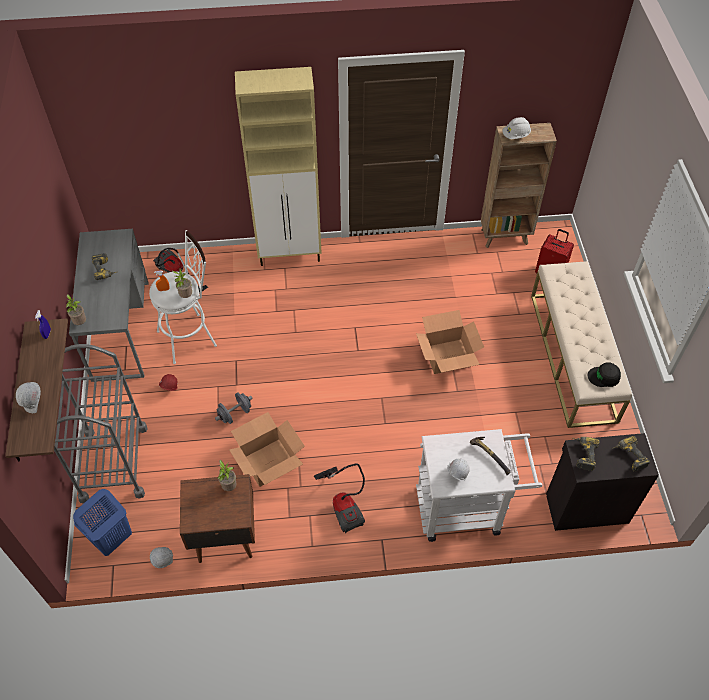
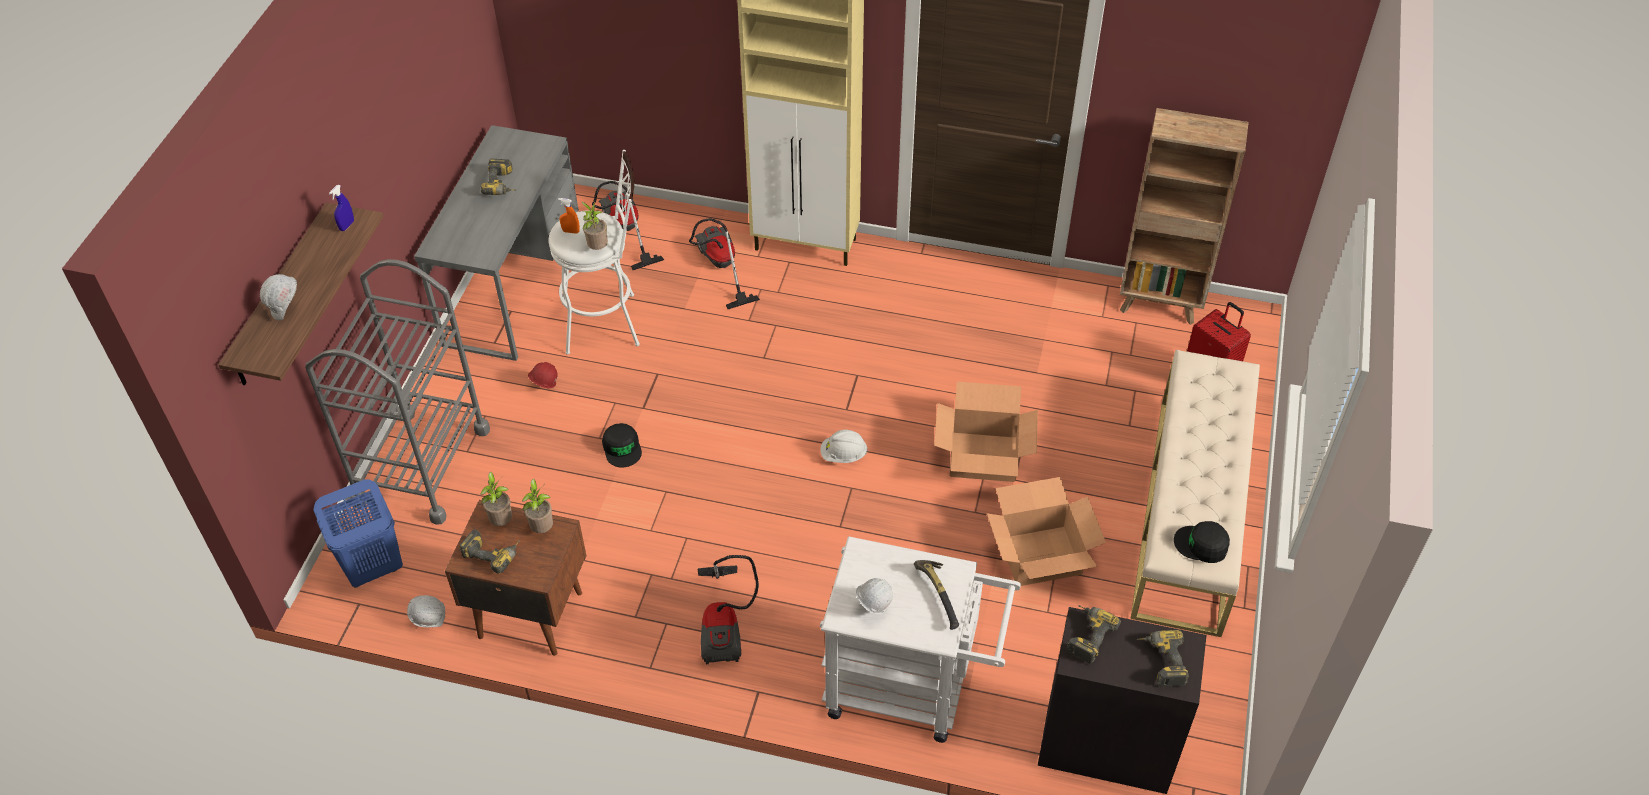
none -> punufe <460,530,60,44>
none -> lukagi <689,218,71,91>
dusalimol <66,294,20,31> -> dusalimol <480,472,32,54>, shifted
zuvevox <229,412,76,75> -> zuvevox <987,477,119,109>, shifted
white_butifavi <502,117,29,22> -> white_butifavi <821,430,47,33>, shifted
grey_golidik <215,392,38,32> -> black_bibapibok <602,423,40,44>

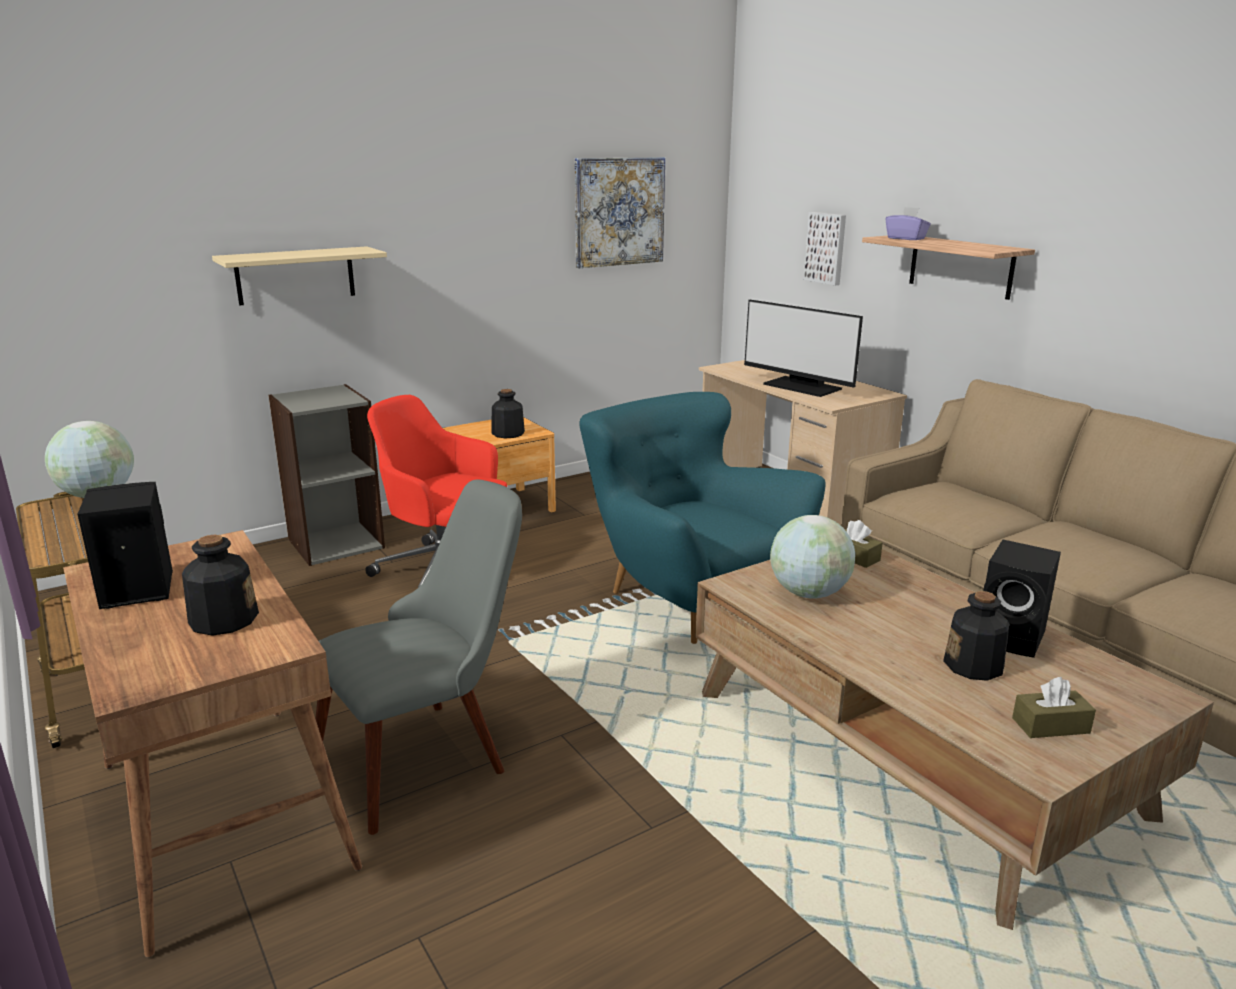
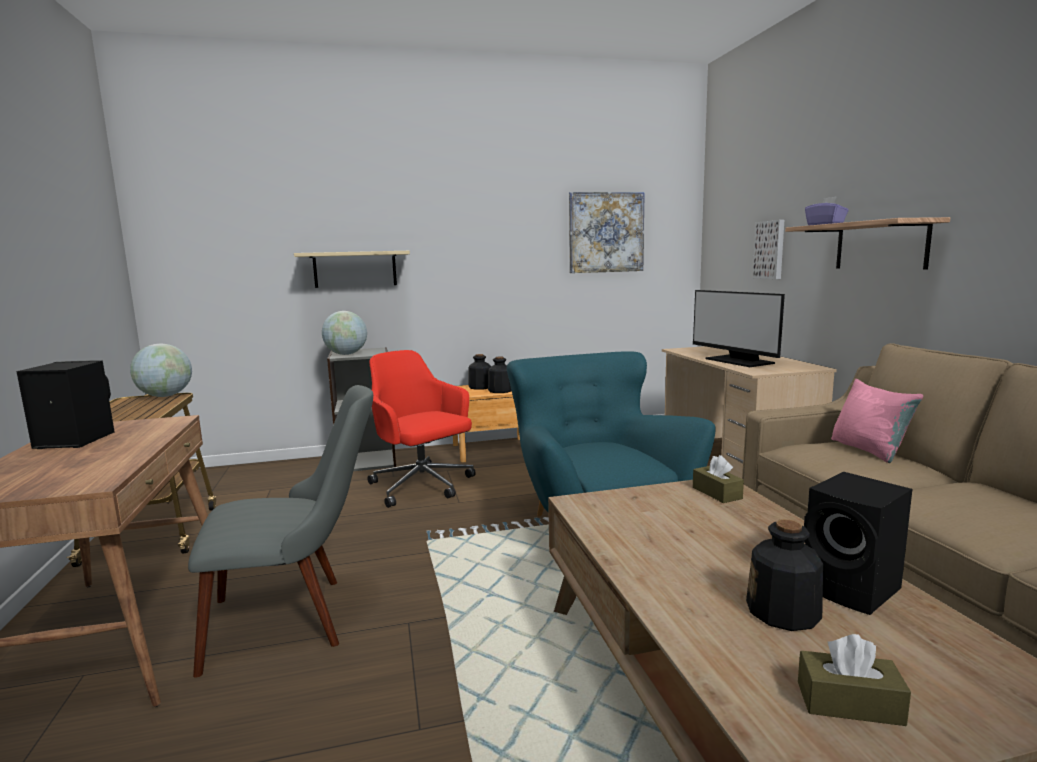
none -> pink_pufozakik <831,379,92,84>
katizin <182,535,77,101> -> katizin <468,354,23,36>, shifted
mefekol <770,515,85,84> -> mefekol <322,311,45,44>, shifted

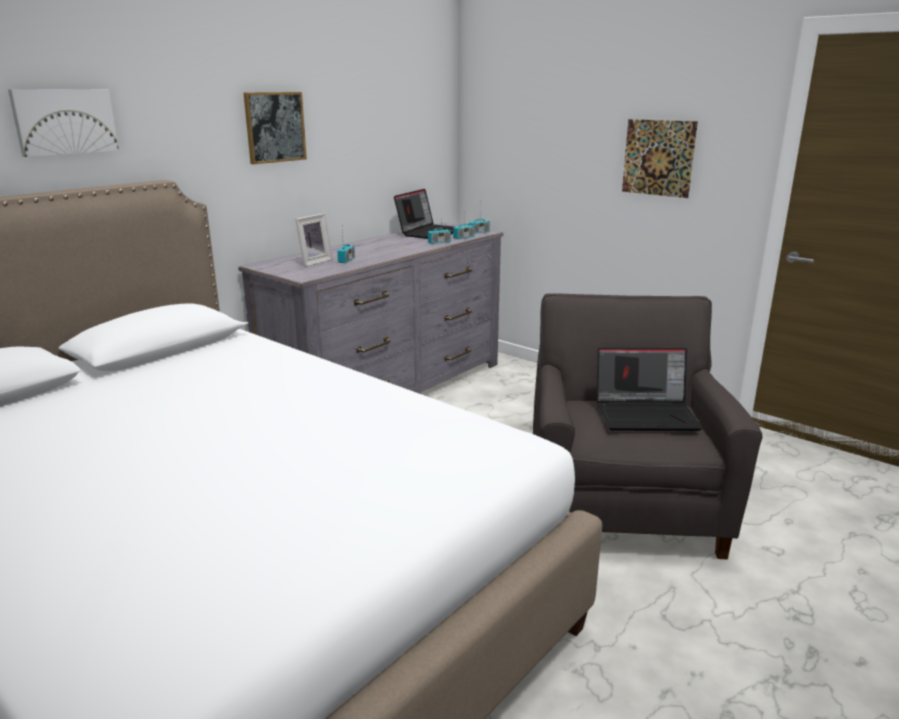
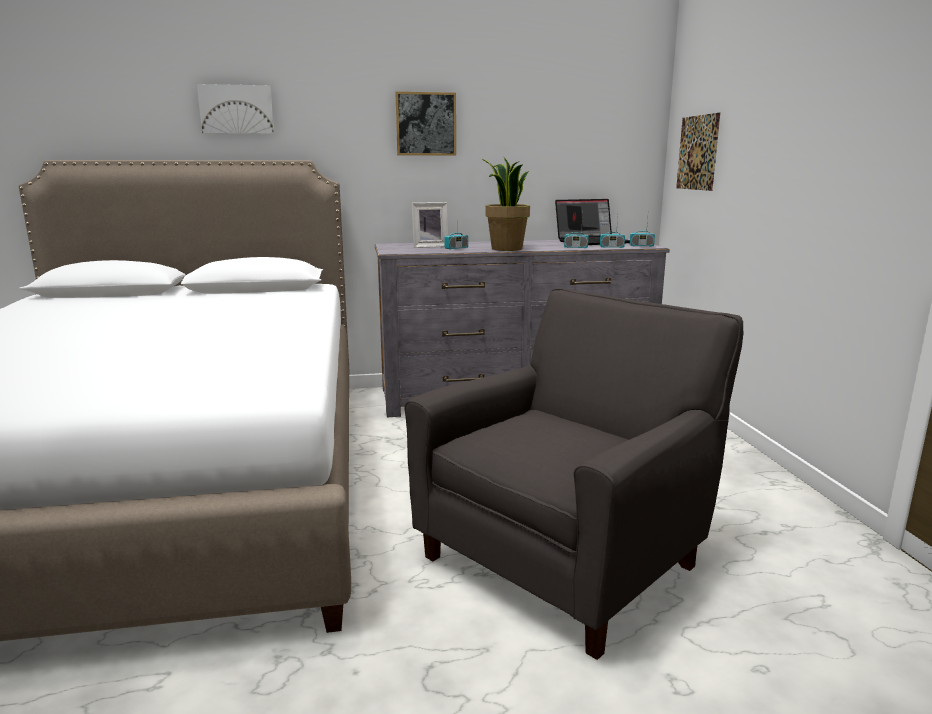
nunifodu <596,348,106,83> -> none
none -> dusalimol <482,157,48,94>
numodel <622,119,76,79> -> numodel <676,113,44,78>, shifted

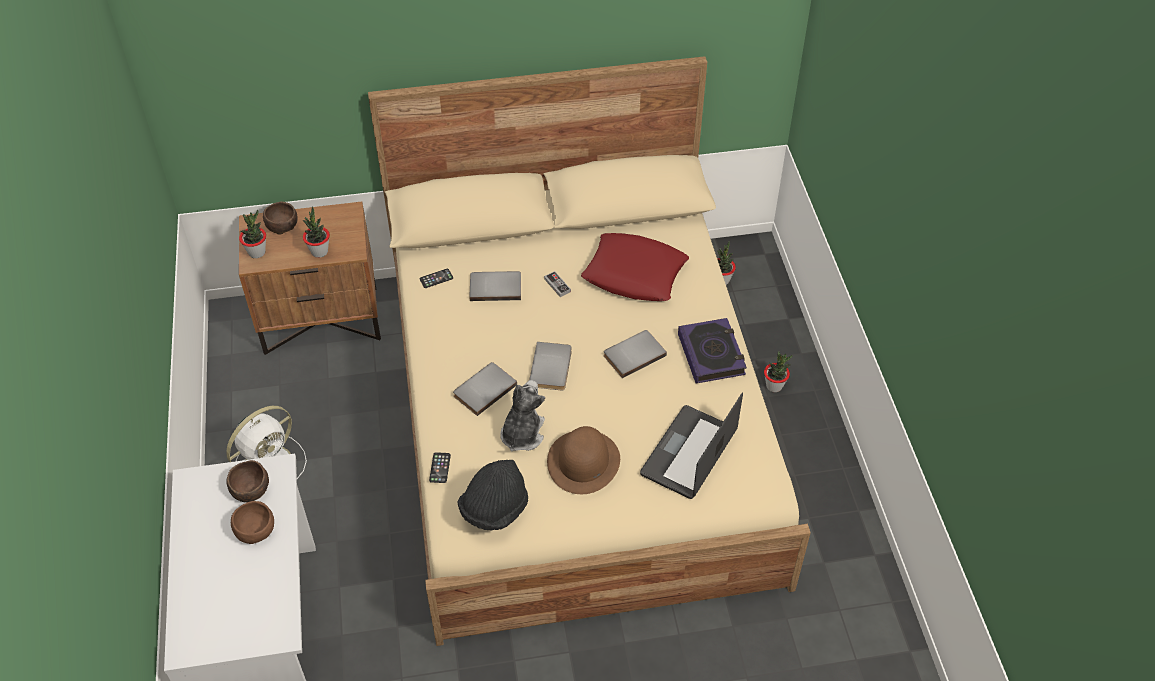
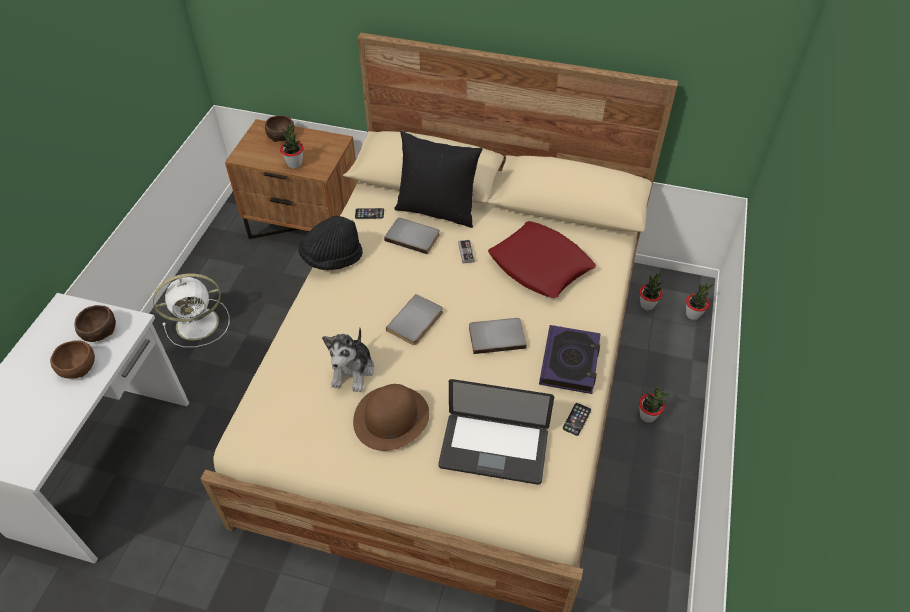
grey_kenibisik <453,362,64,54> -> none
none -> black_pufozakik <394,131,89,97>
dusalimol <239,210,27,48> -> dusalimol <686,283,28,37>, shifted
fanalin <429,452,22,31> -> fanalin <563,403,28,33>, shifted
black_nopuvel <458,460,70,70> -> black_nopuvel <298,216,65,54>, shifted
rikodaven <500,380,45,72> -> rikodaven <322,327,52,66>, 150 degrees clockwise
nunifodu <640,393,103,106> -> nunifodu <438,379,116,106>, 135 degrees counterclockwise

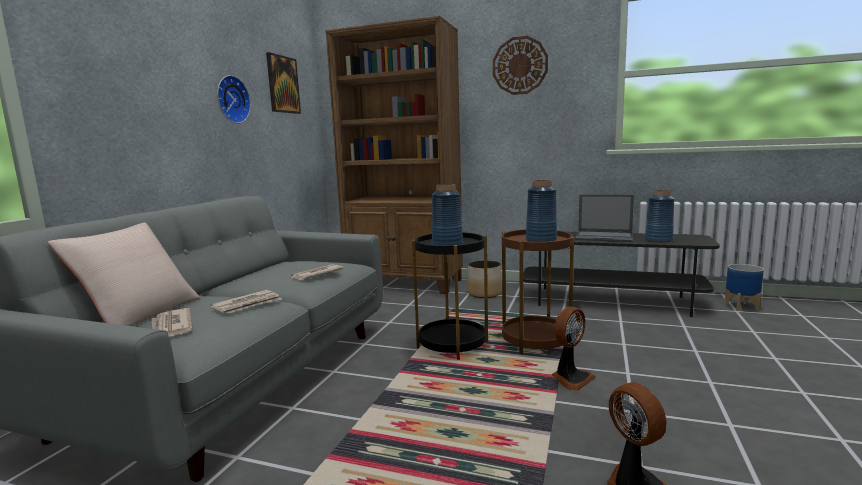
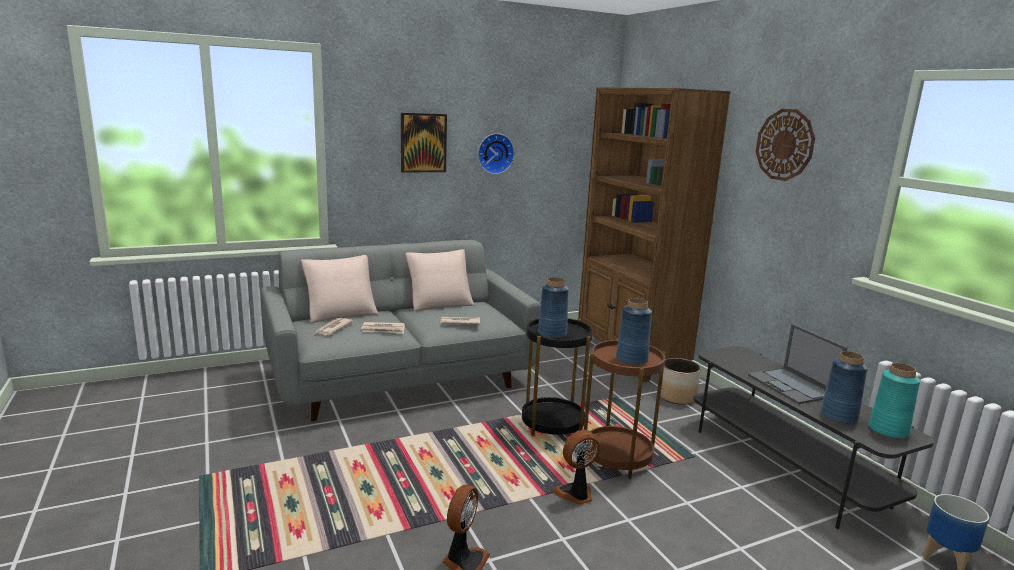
none -> beige_pufozakik <406,249,68,62>
none -> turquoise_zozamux <869,363,51,76>
numodel <266,52,35,62> -> numodel <401,113,46,60>, shifted
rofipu <552,307,44,84> -> rofipu <553,430,47,75>, 150 degrees clockwise

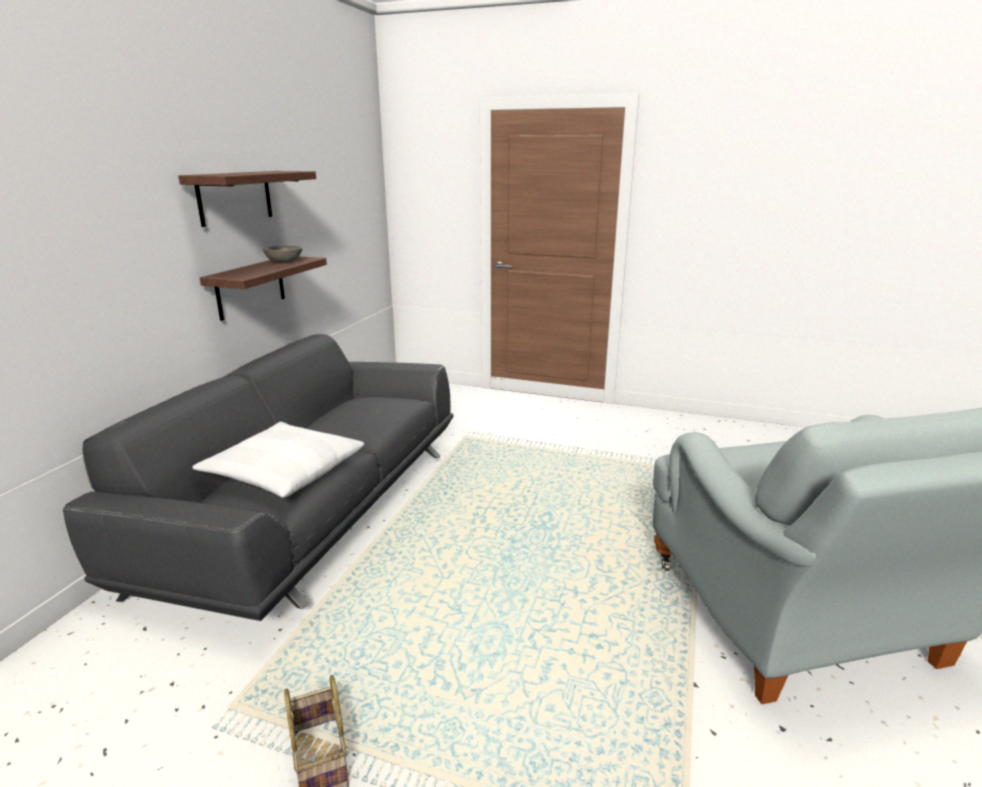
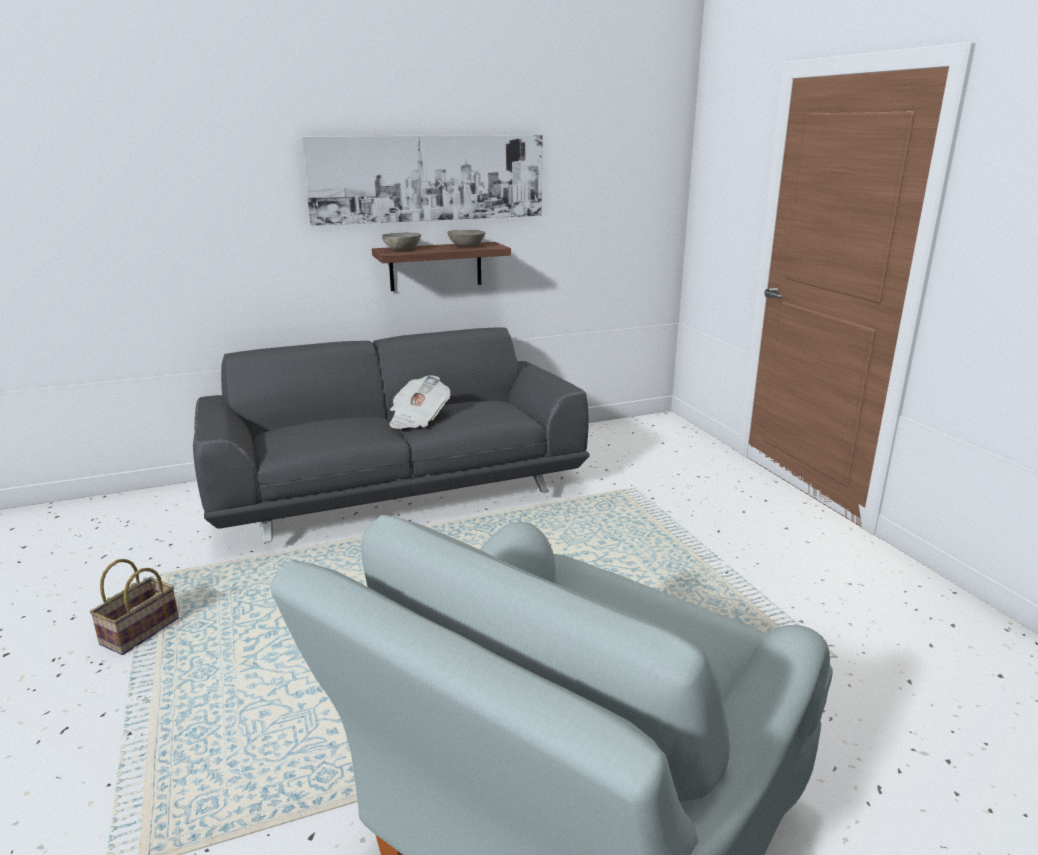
white_pufozakik <192,422,172,76> -> none
none -> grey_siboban <382,233,39,17>
none -> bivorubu <389,375,62,54>
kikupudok <178,171,138,56> -> numodel <301,135,242,91>

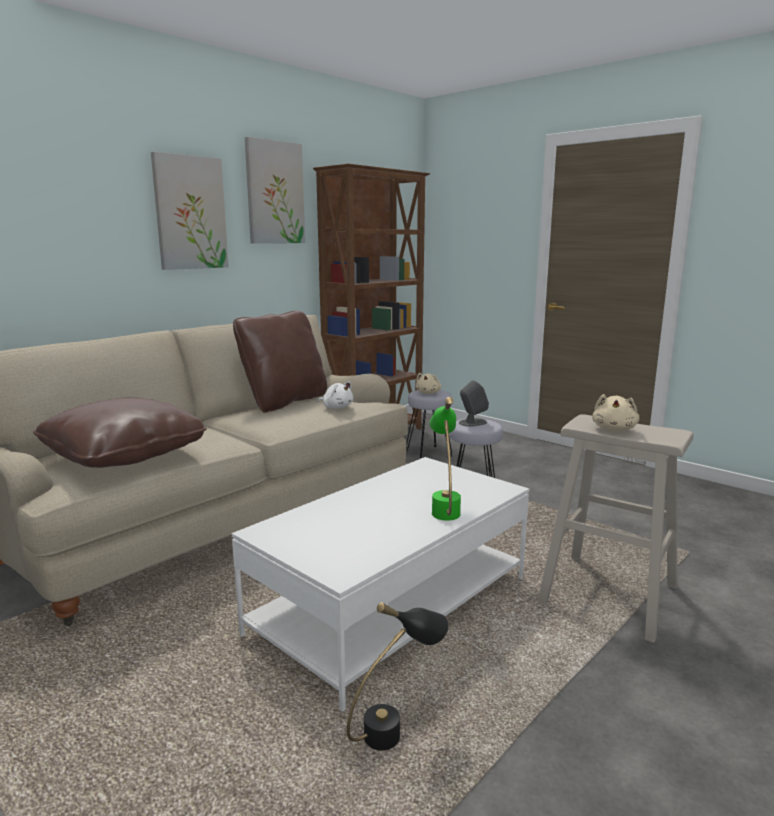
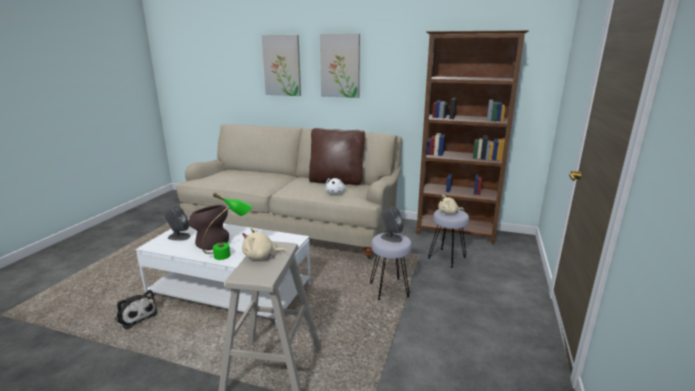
brown_pufozakik <33,397,174,71> -> none
none -> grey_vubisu <164,206,27,35>
none -> brown_zozamux <188,205,41,45>
numodel <245,137,60,107> -> numodel <262,35,39,61>, shifted
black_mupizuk <347,602,102,149> -> rikodaven <115,290,43,39>

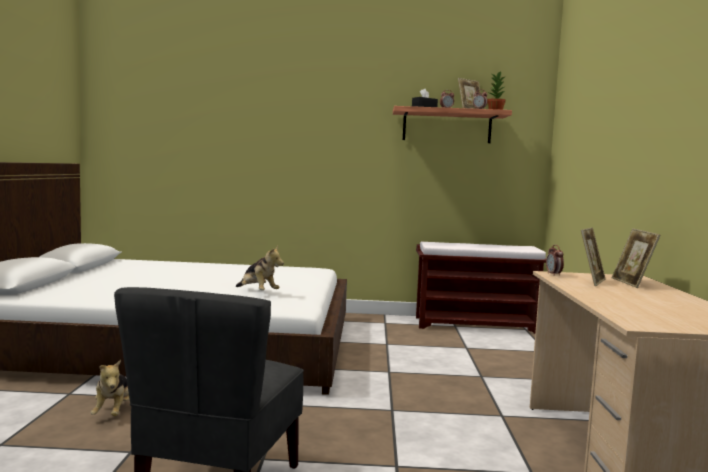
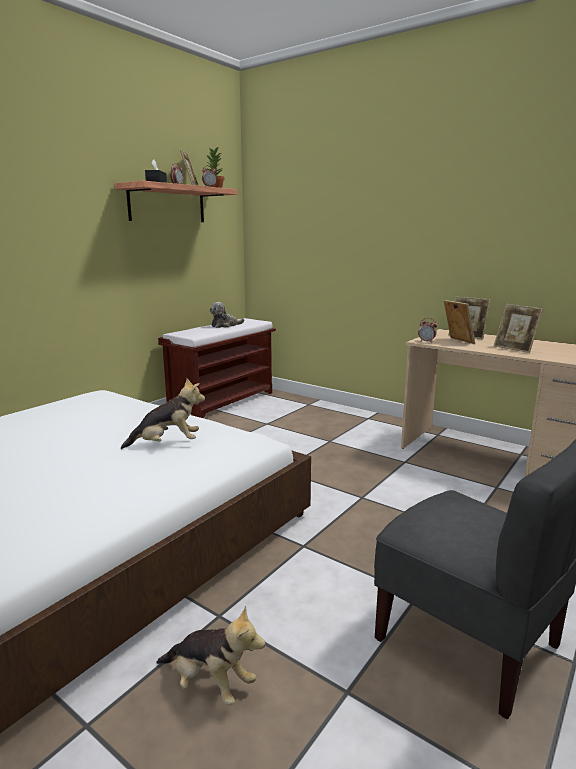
none -> rikodaven <209,302,35,26>
none -> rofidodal <494,304,49,49>

